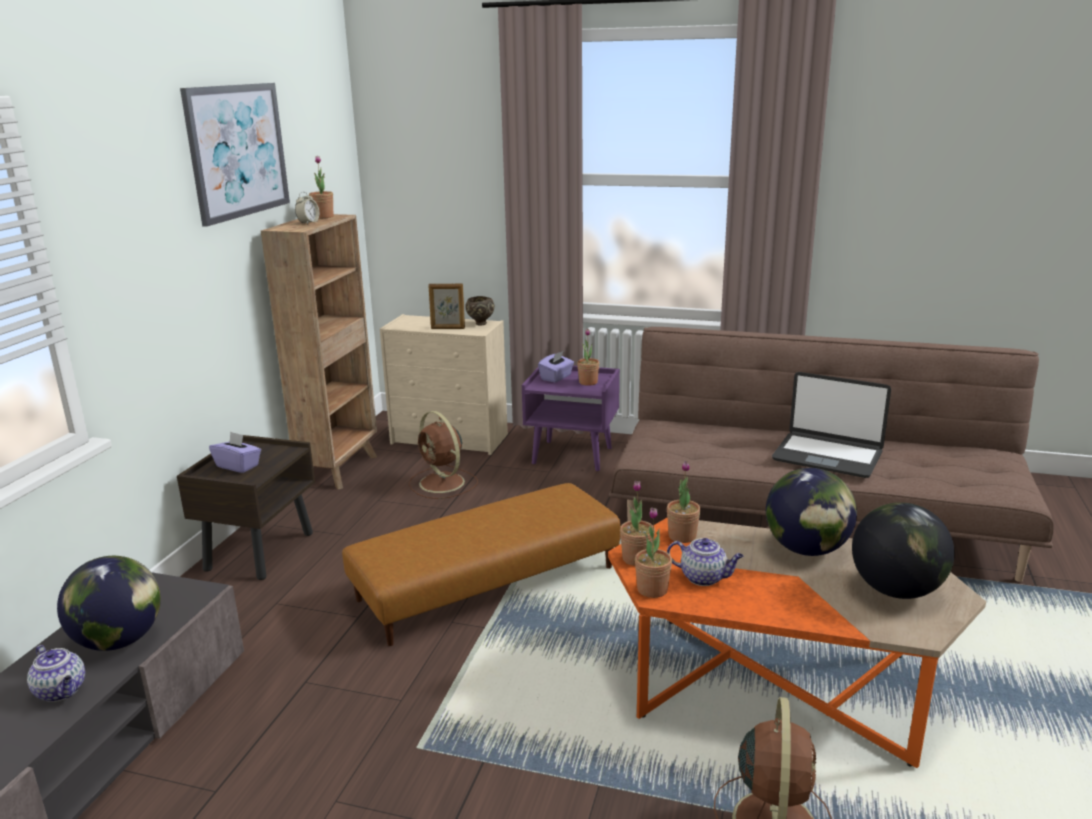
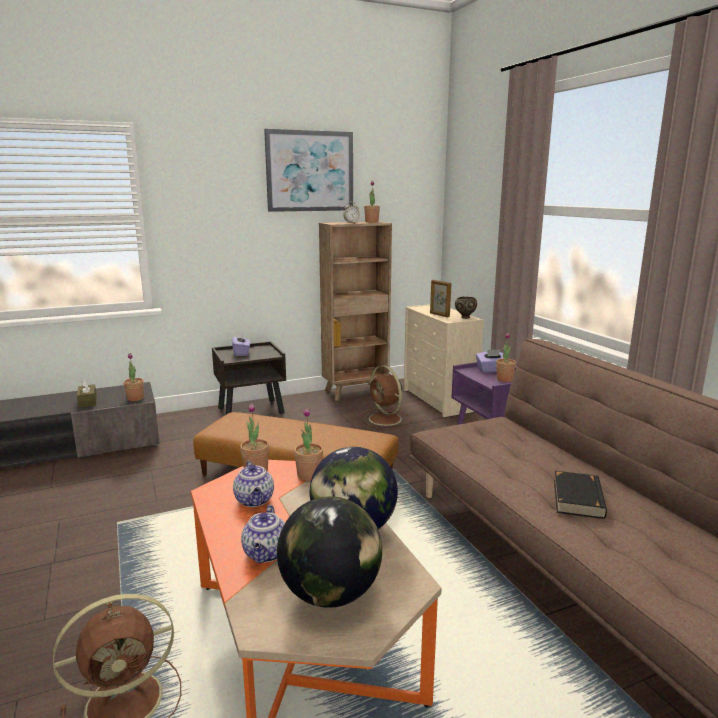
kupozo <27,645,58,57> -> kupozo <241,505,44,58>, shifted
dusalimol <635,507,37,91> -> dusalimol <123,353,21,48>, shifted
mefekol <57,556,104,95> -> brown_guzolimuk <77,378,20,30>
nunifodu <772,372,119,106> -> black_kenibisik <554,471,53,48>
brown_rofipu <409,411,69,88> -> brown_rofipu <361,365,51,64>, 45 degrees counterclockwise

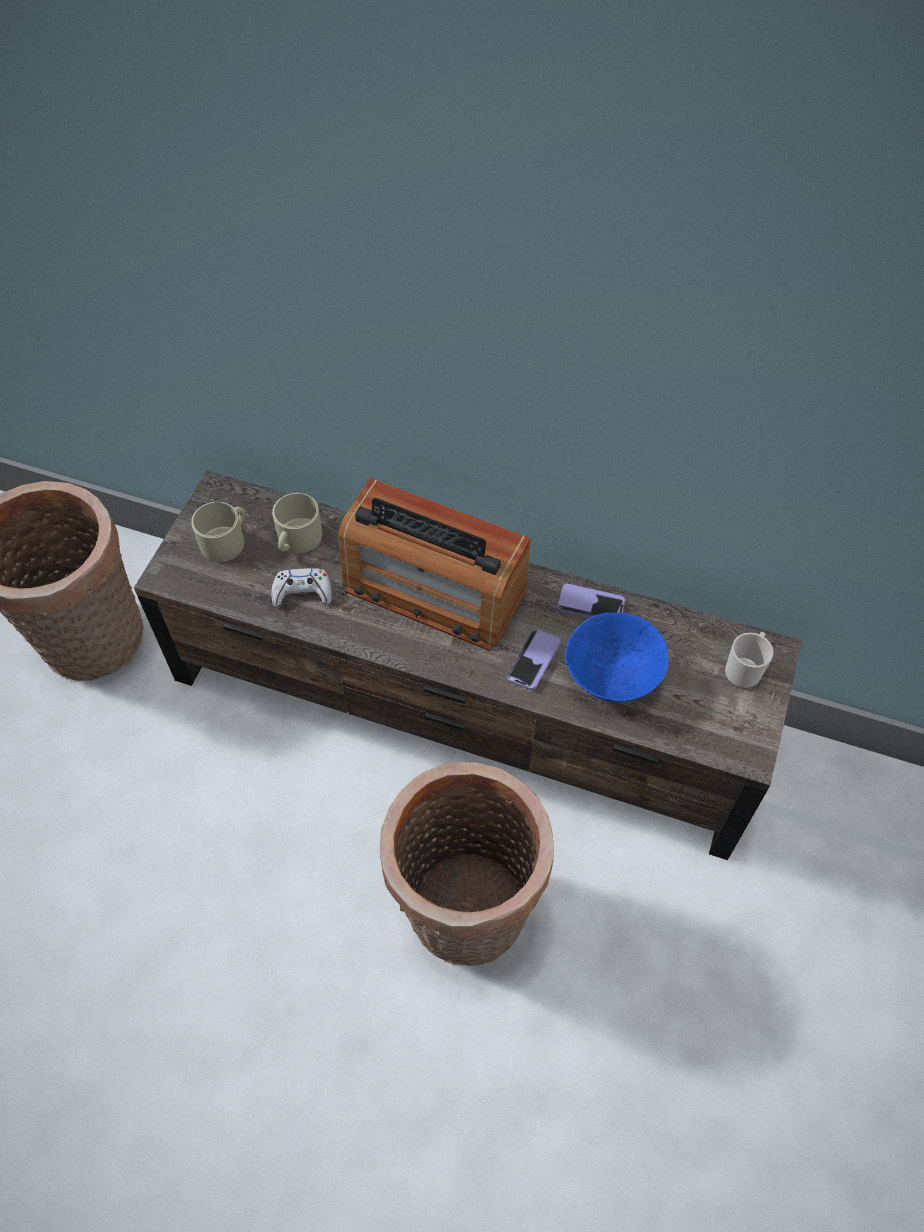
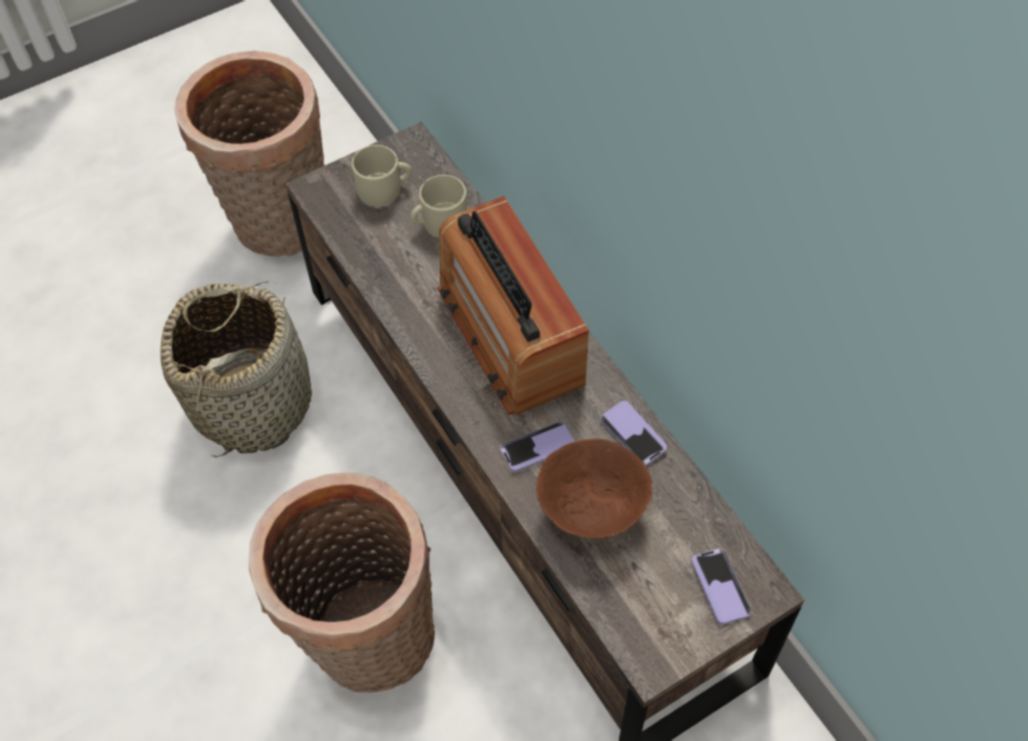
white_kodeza <271,568,61,40> -> none
none -> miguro <160,281,152,176>
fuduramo <725,632,48,56> -> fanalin <691,548,61,76>
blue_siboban <565,612,104,90> -> brown_siboban <536,438,116,100>

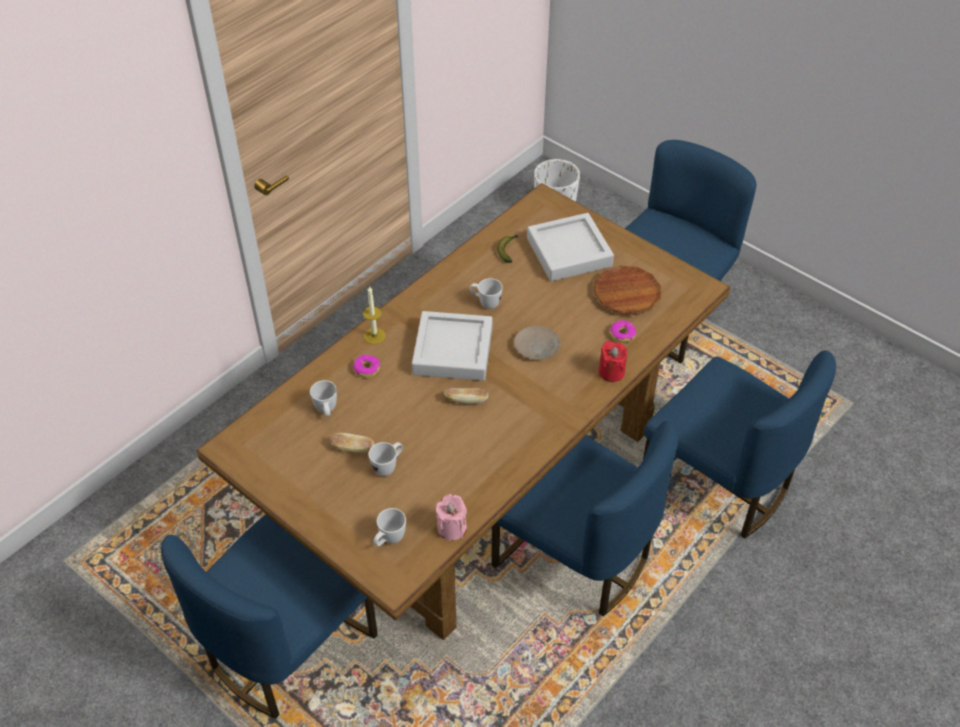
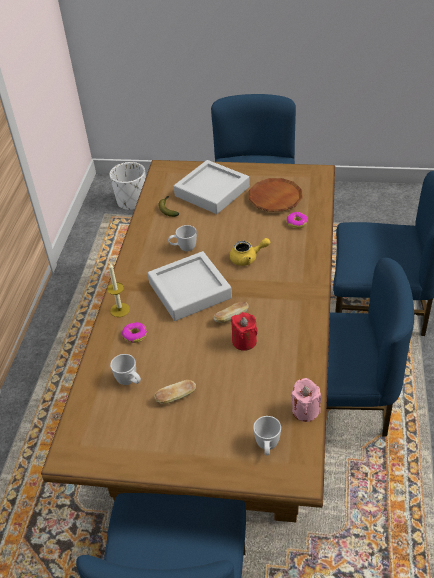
white_fuduramo <369,442,34,34> -> none
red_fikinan <598,341,30,41> -> red_fikinan <231,312,27,39>, shifted
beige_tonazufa <514,326,47,34> -> yellow_kupozo <230,238,40,28>

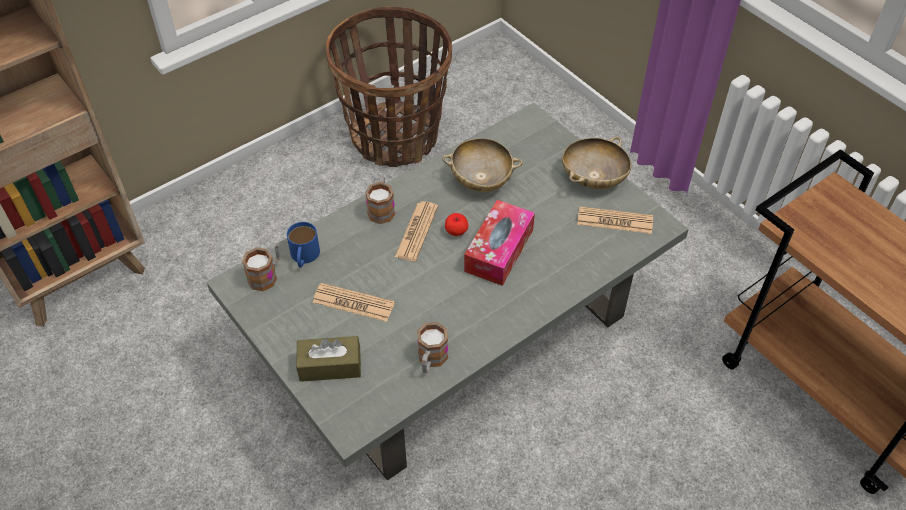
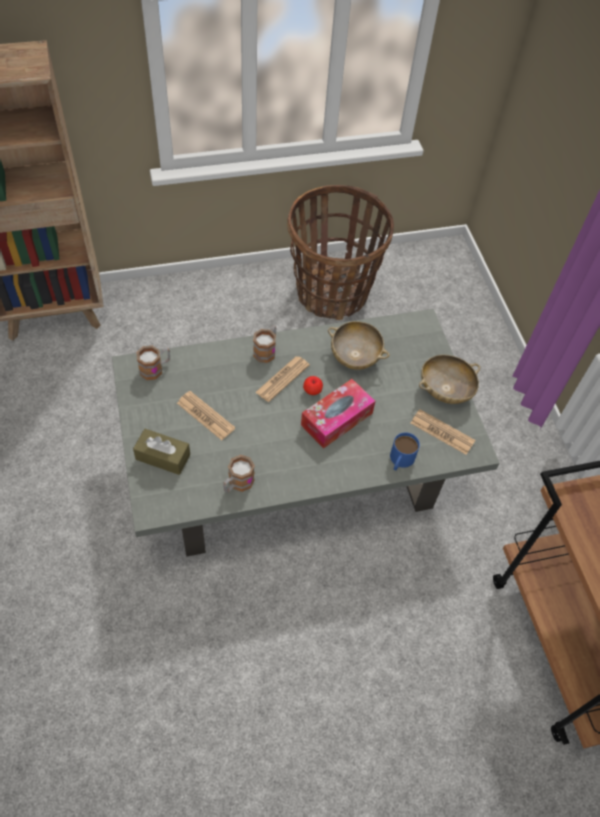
blue_fuduramo <287,222,33,46> -> blue_fuduramo <390,432,30,39>, shifted

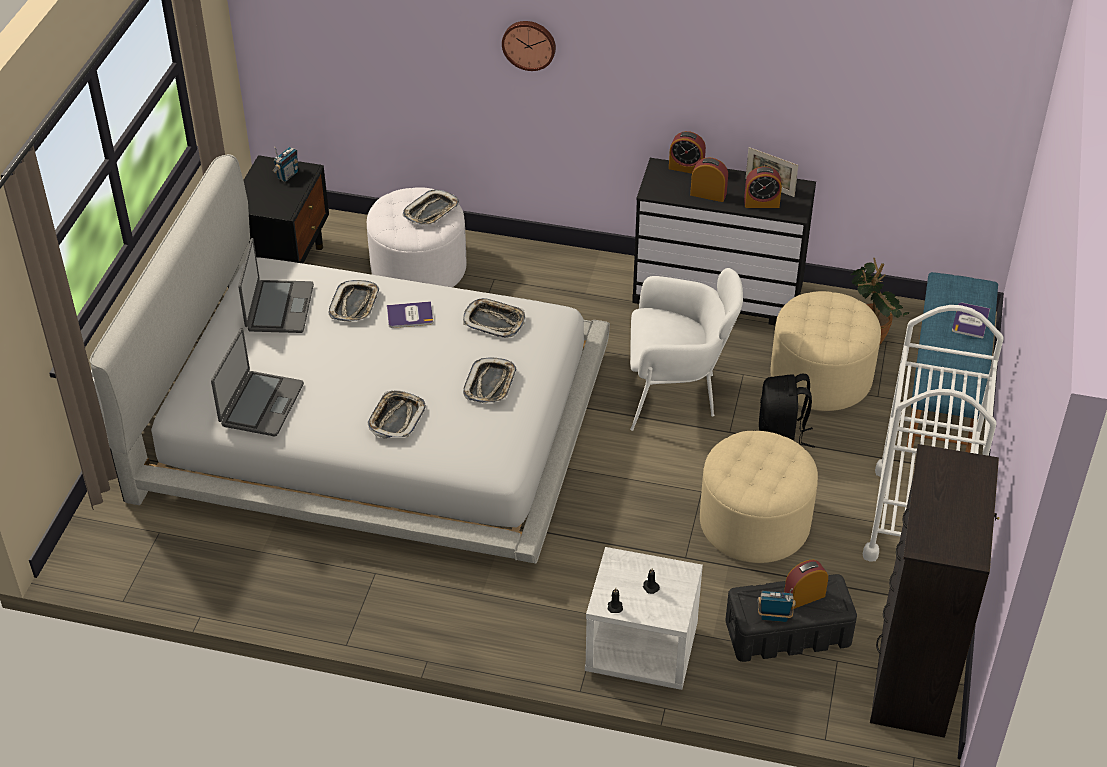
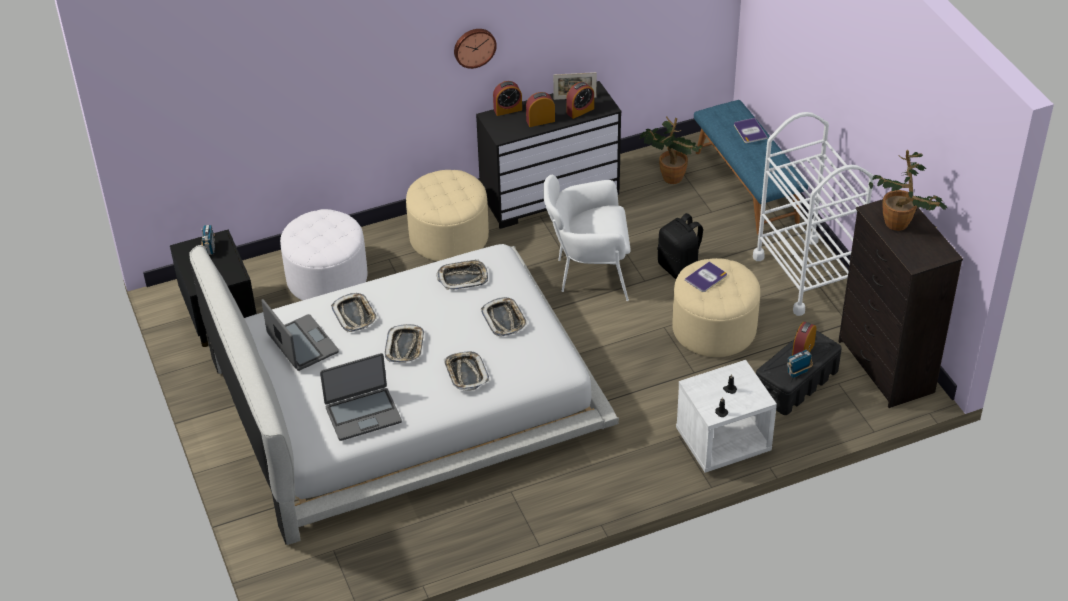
none -> dusalimol <869,150,78,81>
kenibisik <387,301,46,27> -> kenibisik <685,261,42,31>, shifted
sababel <403,189,56,36> -> sababel <385,324,39,39>, shifted
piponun <502,21,54,50> -> piponun <454,29,43,40>, shifted
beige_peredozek <770,291,111,120> -> beige_peredozek <406,170,83,91>, shifted
nunifodu <211,328,93,108> -> nunifodu <320,353,82,88>, 90 degrees clockwise
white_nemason <630,268,113,163> -> white_nemason <543,175,87,126>, 150 degrees counterclockwise

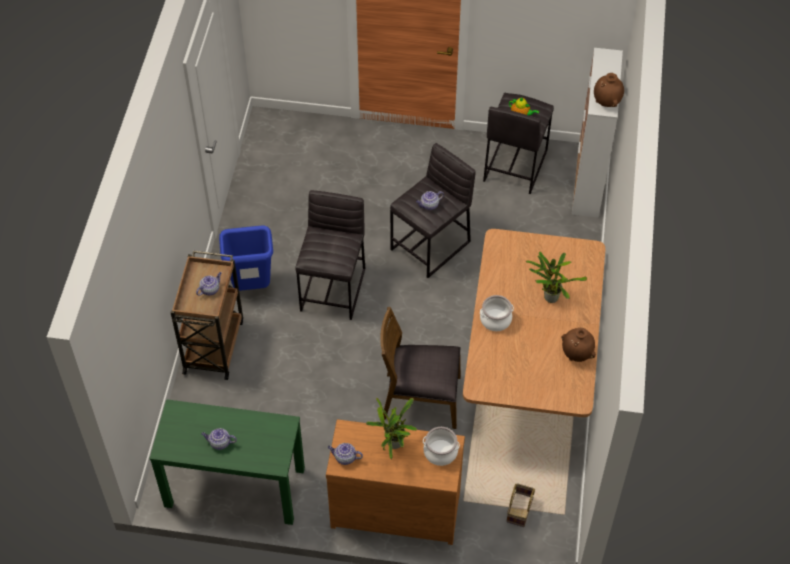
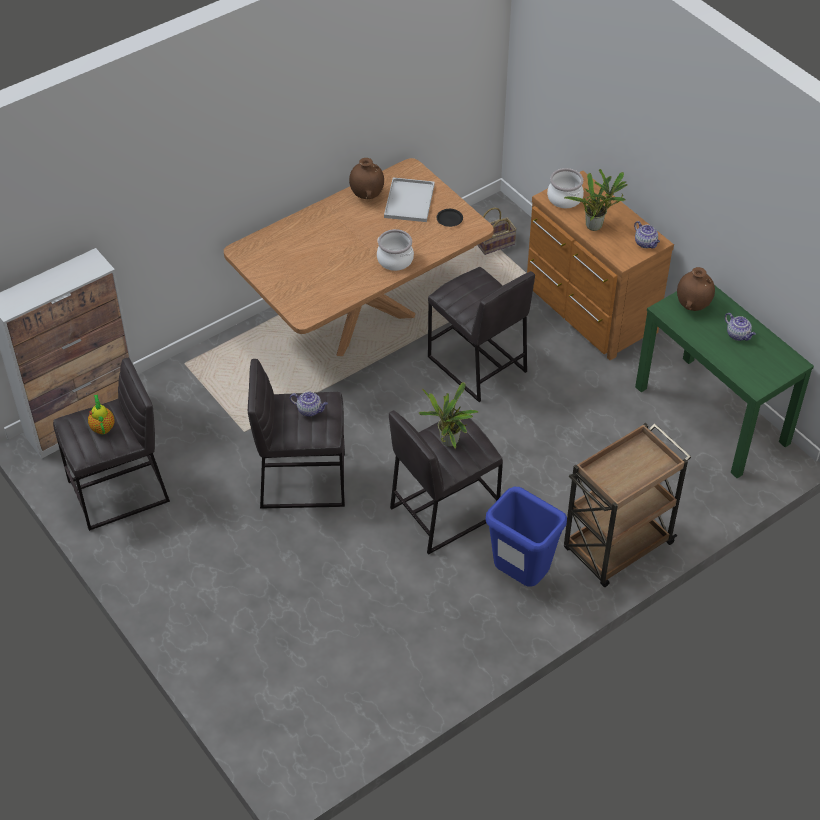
kupozo <196,272,26,23> -> none
none -> white_sababel <384,178,51,44>
none -> black_tonazufa <436,209,27,18>
dusalimol <526,252,61,51> -> dusalimol <419,382,59,67>, shifted
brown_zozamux <594,73,30,34> -> brown_zozamux <677,267,38,44>, shifted
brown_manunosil <380,307,81,122> -> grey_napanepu <428,267,107,135>

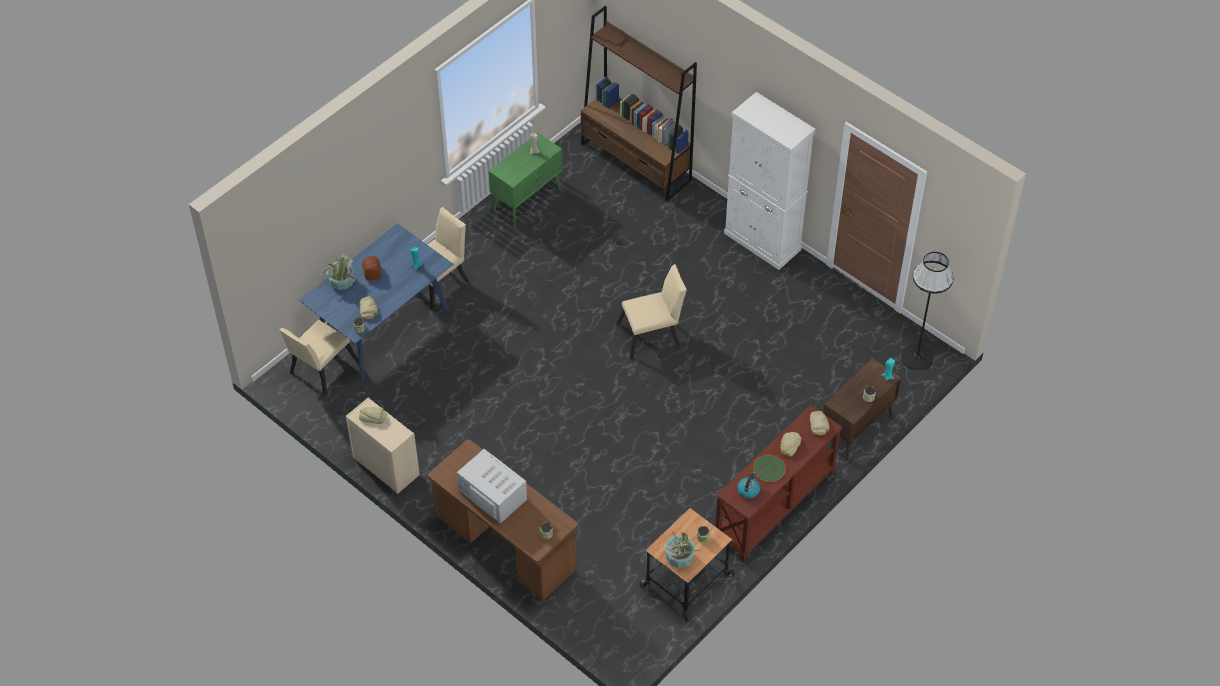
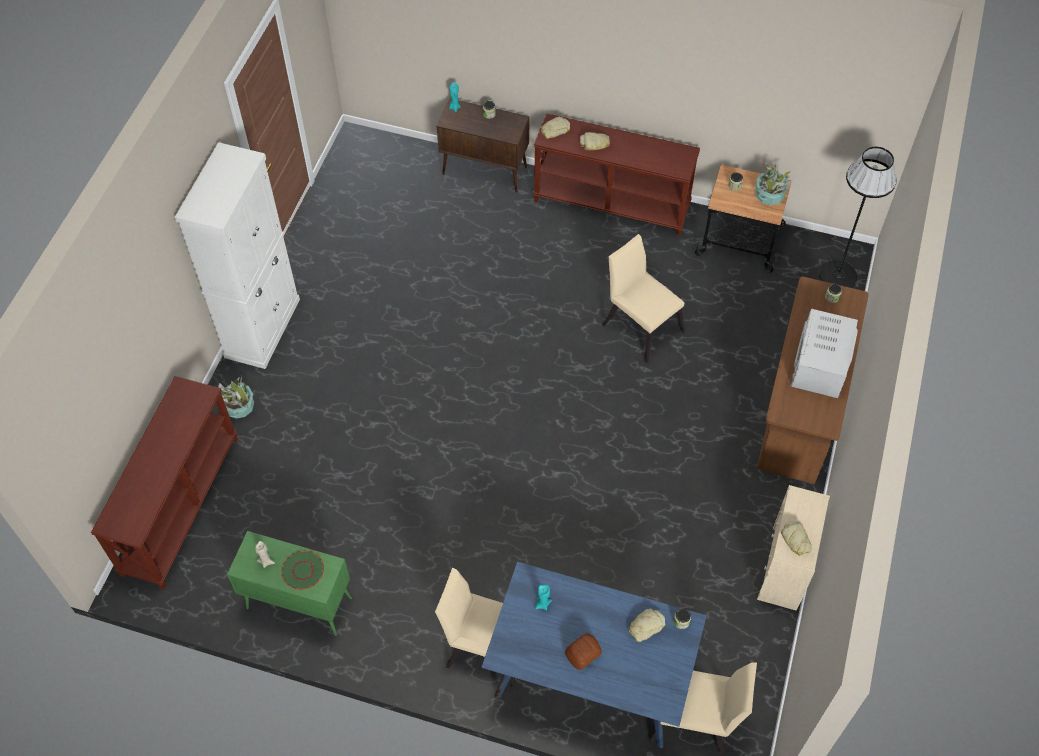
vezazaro <737,472,23,27> -> none
dusalimol <320,253,36,37> -> dusalimol <218,376,36,43>, shifted
beige_manunosil <616,264,71,95> -> beige_manunosil <602,234,83,129>, shifted
green_tonazufa <753,455,33,27> -> green_tonazufa <281,550,43,40>, shifted
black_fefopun <901,252,53,118> -> black_fefopun <819,147,78,141>, shifted
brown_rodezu <581,6,116,195> -> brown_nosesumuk <91,376,147,213>

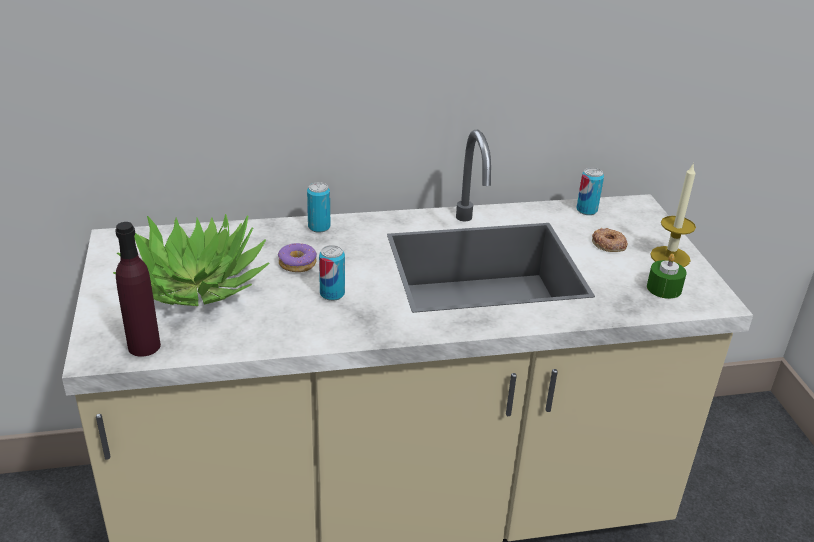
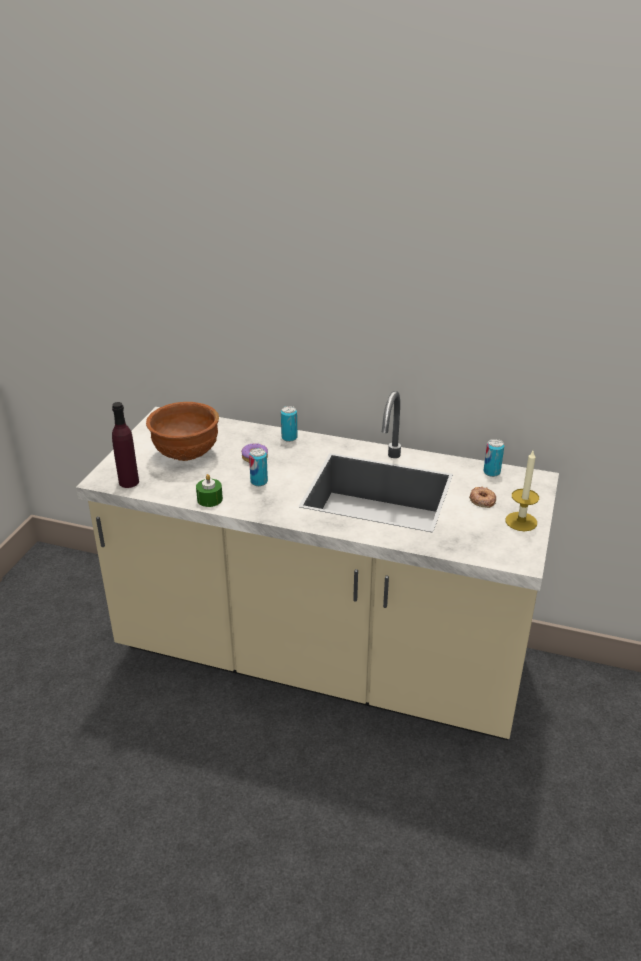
green_fikinan <647,254,40,45> -> green_fikinan <196,474,27,33>, shifted
dusalimol <113,214,157,92> -> brown_siboban <146,402,73,59>

